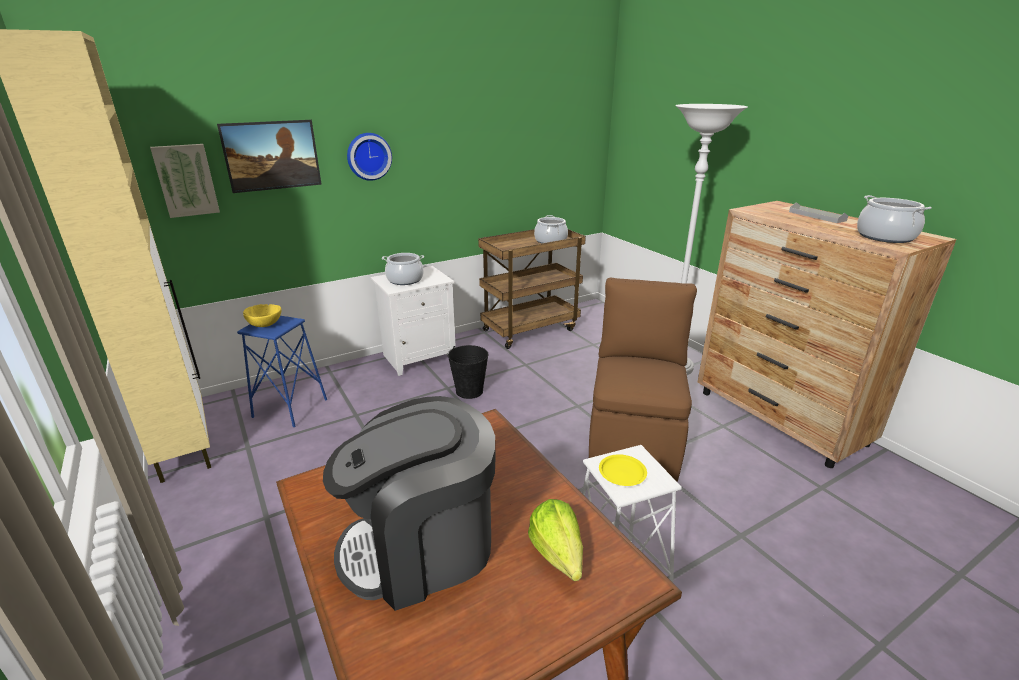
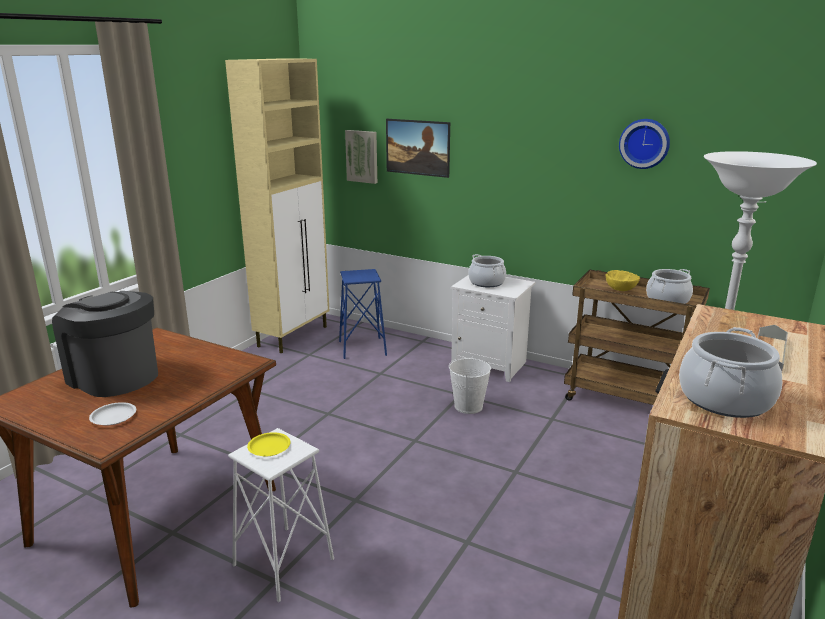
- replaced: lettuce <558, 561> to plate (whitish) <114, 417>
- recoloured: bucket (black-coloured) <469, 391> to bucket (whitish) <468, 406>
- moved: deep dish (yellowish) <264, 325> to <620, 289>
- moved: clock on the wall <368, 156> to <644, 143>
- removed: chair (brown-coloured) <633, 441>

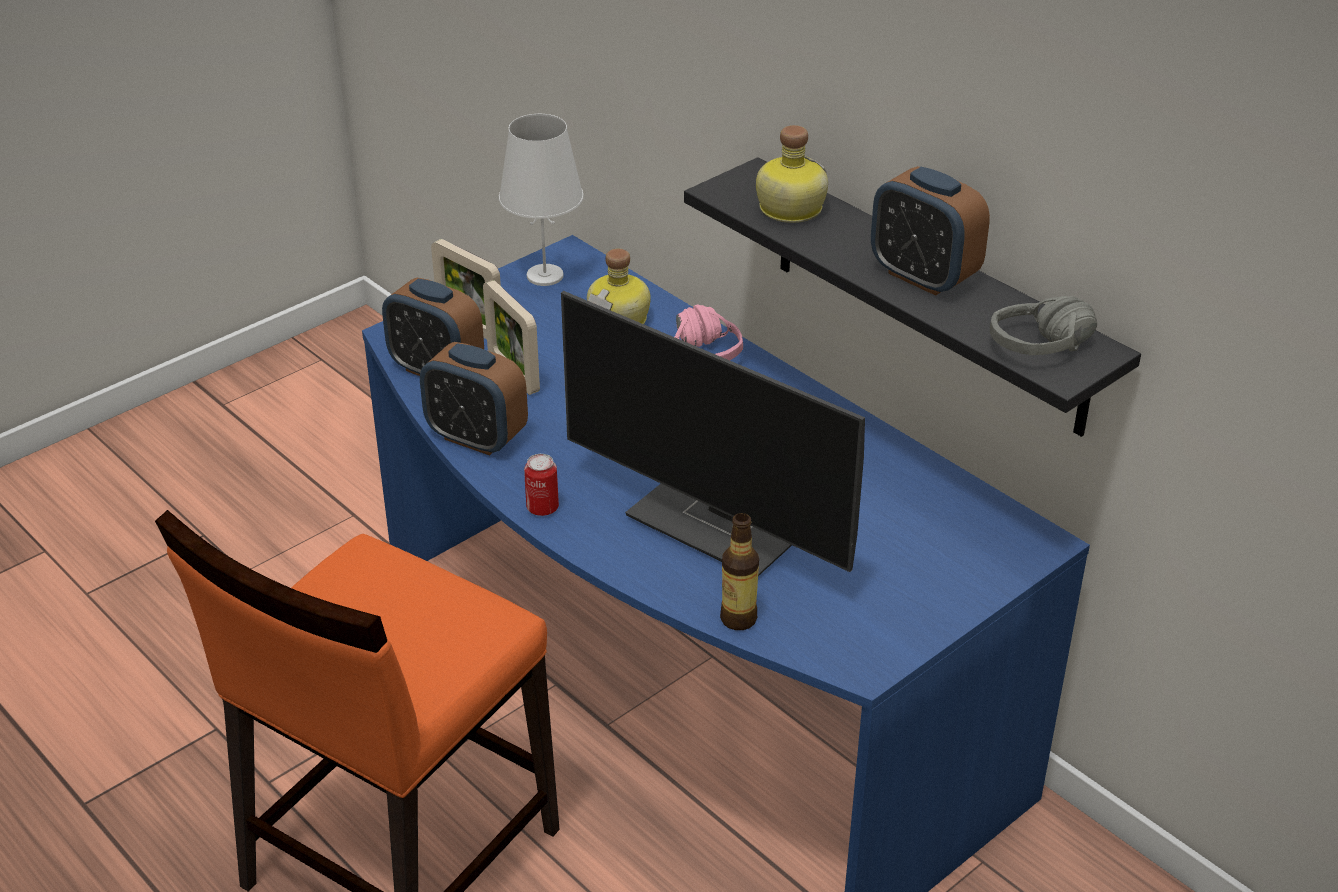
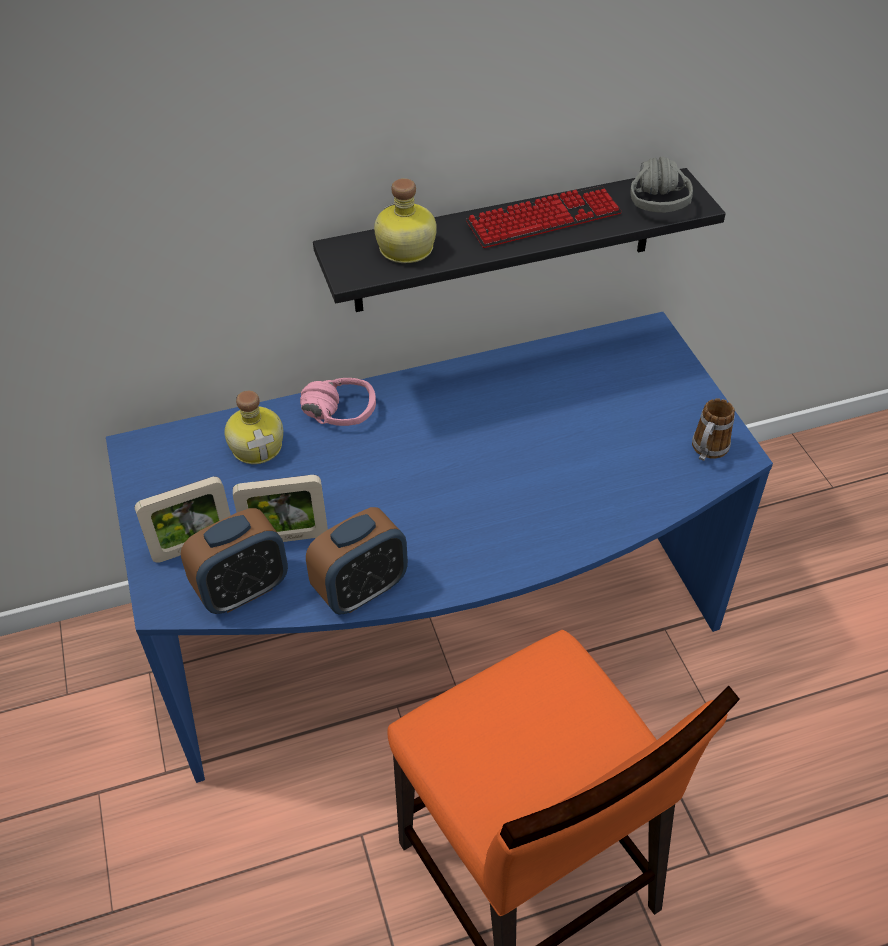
- replaced: alarm clock <923, 276> to computer keyboard <544, 219>
- added: tea mug <707, 451>
- removed: tabletop lamp (whitish) <545, 275>
- removed: can <542, 508>
- removed: computer display <723, 524>
- removed: beverage bottle <738, 619>

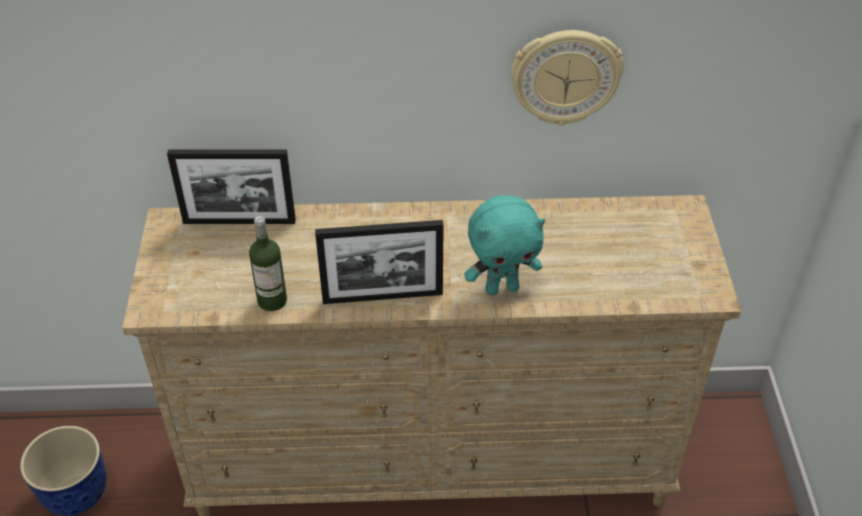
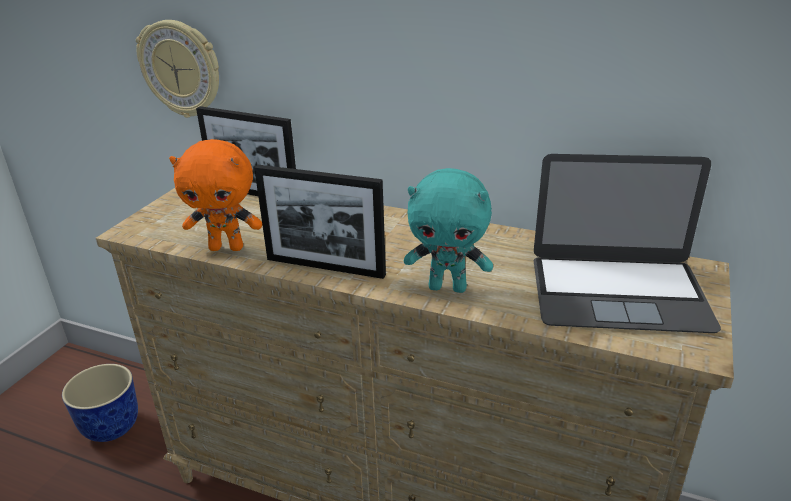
- moved: clock on the wall <565, 76> to <181, 69>
- replaced: beverage bottle <272, 300> to plush toy (orange) <227, 247>
- added: laptop <618, 292>

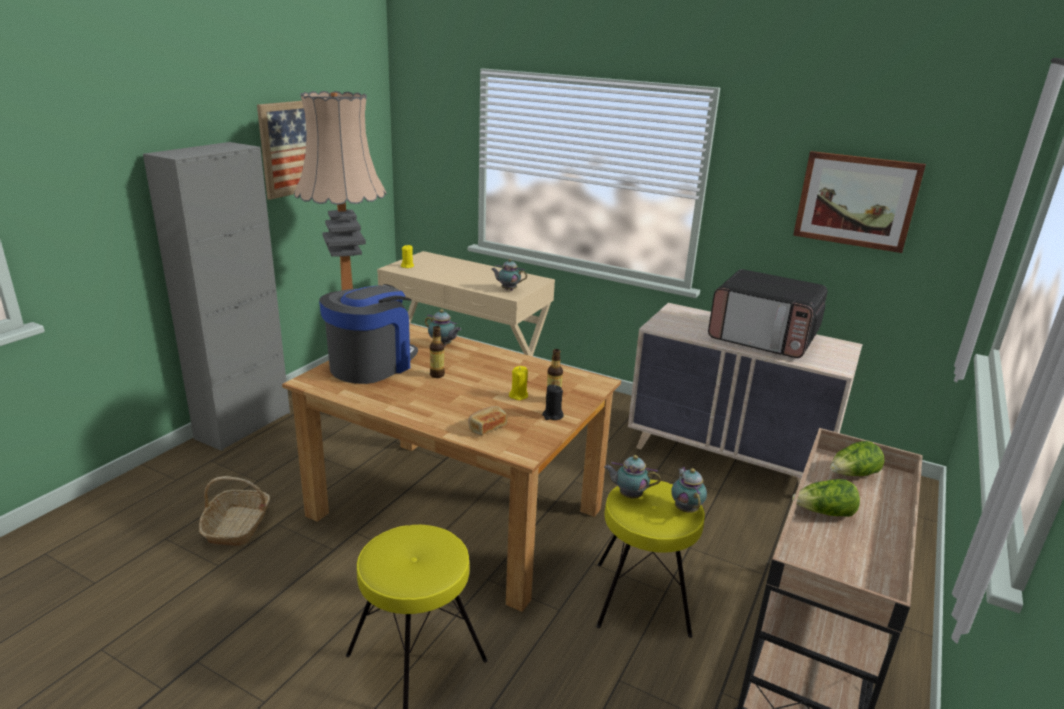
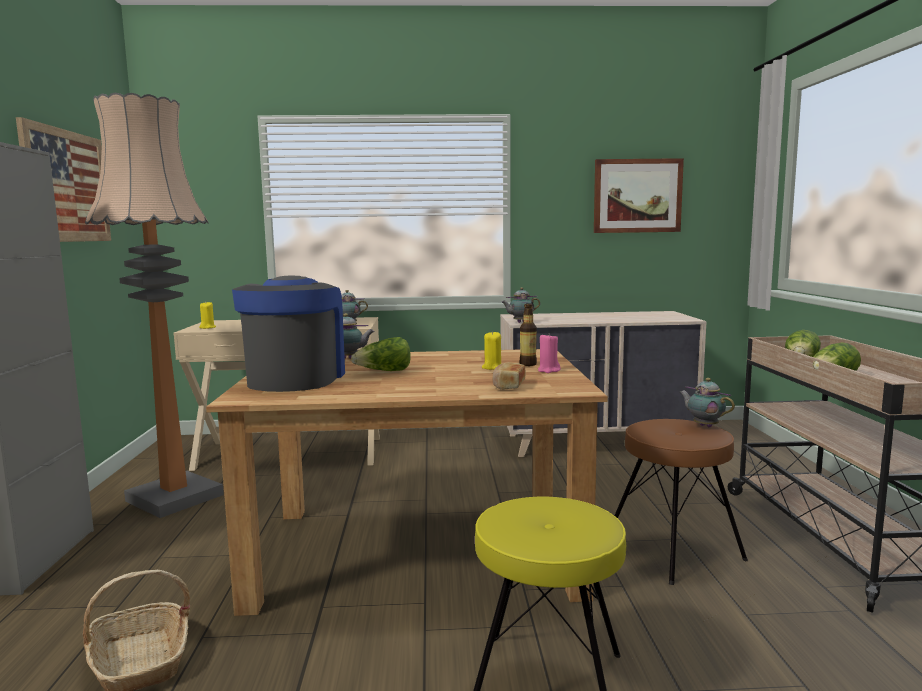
- replaced: beverage bottle <437, 375> to lettuce <384, 372>
- moved: tea pot <628, 495> to <520, 322>
- recoloured: wax light (black-coloured) <552, 416> to wax light (pink) <548, 370>
- recoloured: sitting stool (yellowish) <642, 599> to sitting stool (brown-coloured) <674, 550>
- removed: kitchen microwave <763, 338>

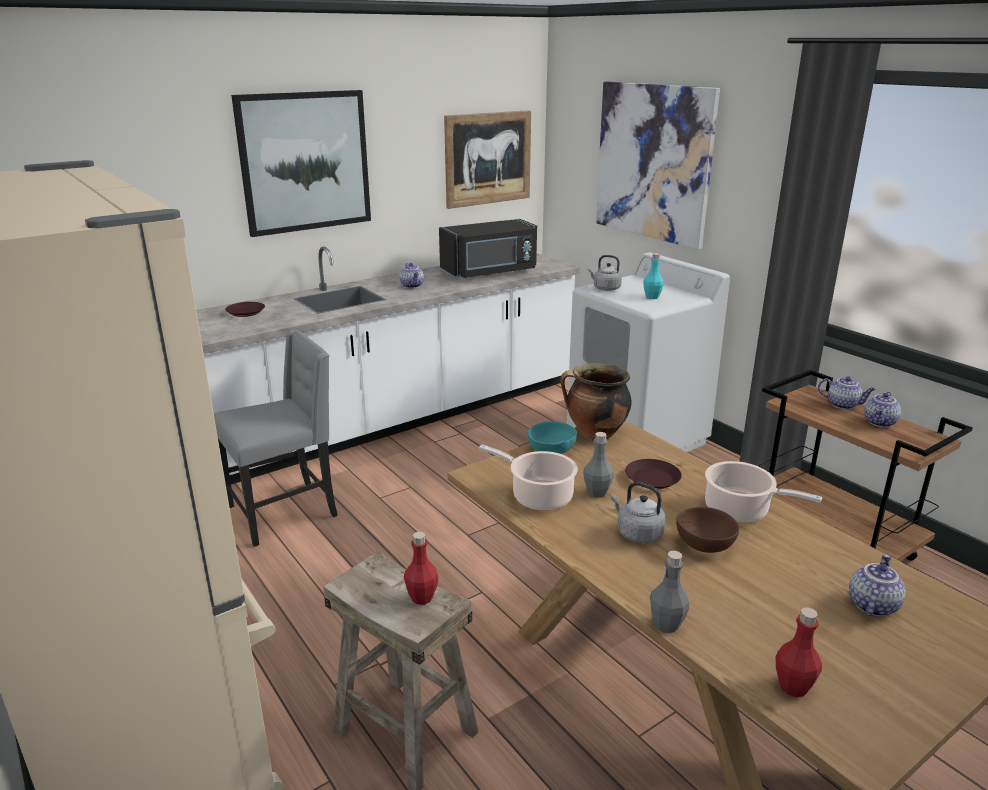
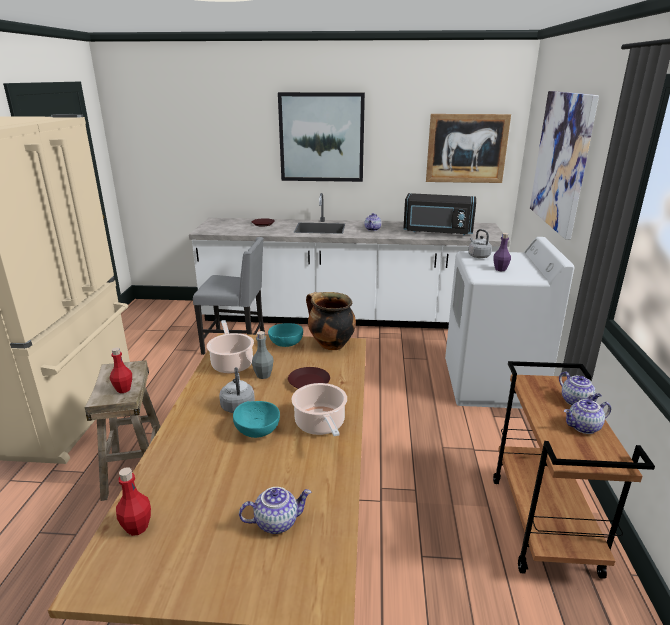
- recoloured: deep dish (brown-coloured) <703, 545> to deep dish (turquoise-coloured) <257, 430>
- recoloured: beverage bottle (turquoise-coloured) <652, 297> to beverage bottle (purplish) <500, 269>
- removed: beverage bottle (gray) <666, 624>

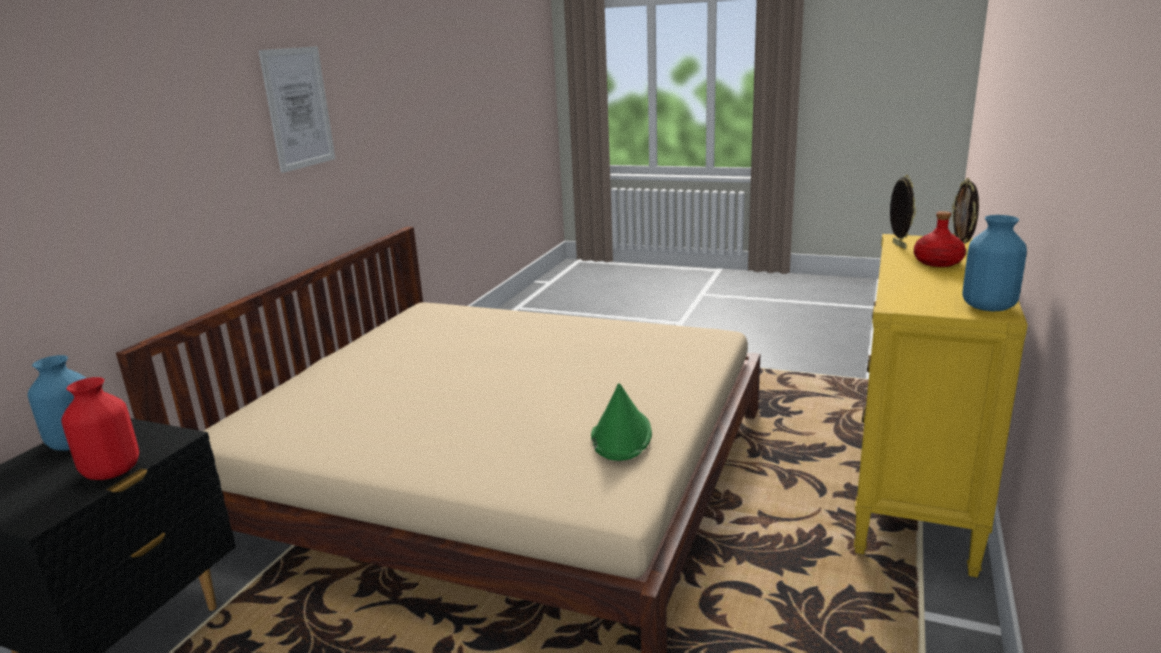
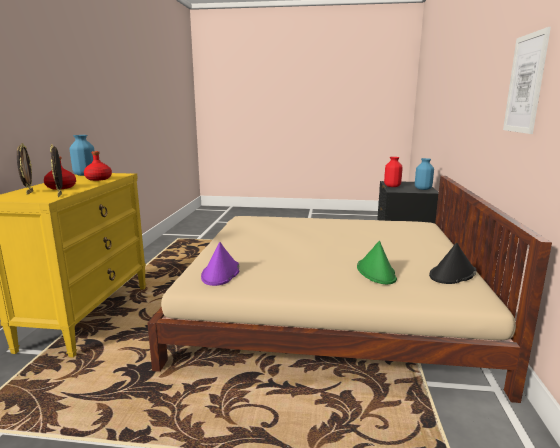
- added: beverage bottle (red-coloured) <99, 179>
- added: clothing hat (purplish) <221, 273>
- moved: clothing hat (green-coloured) <621, 435> to <376, 272>
- added: clothing hat (black-coloured) <452, 274>

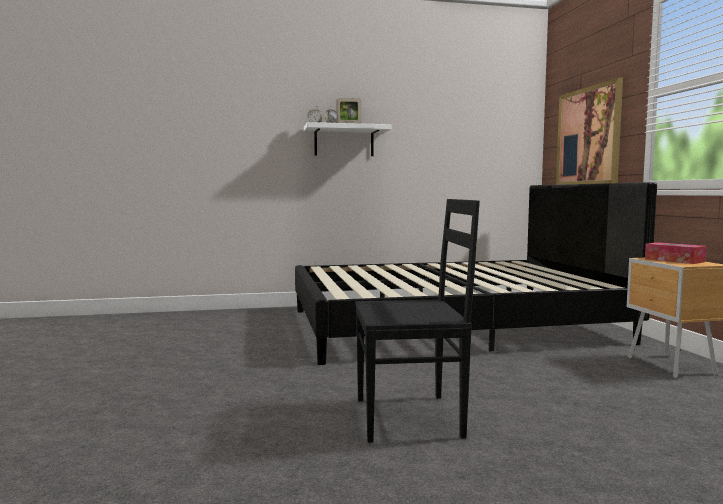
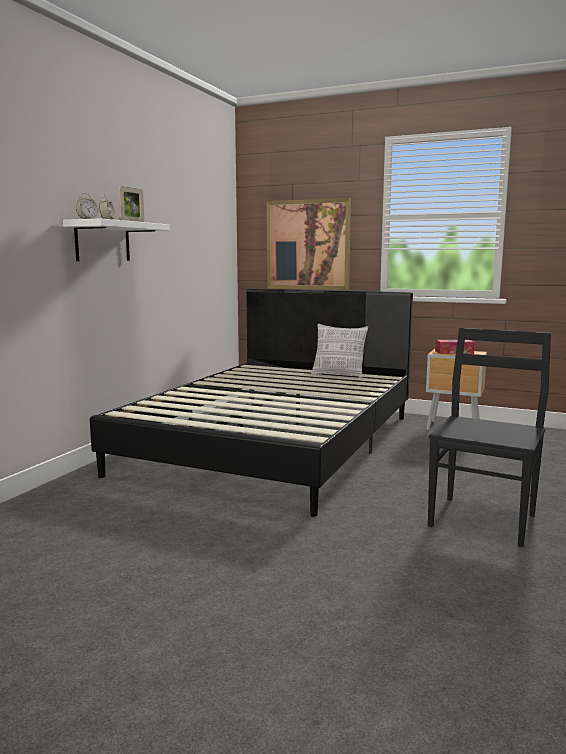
- added: pillow <339, 375>

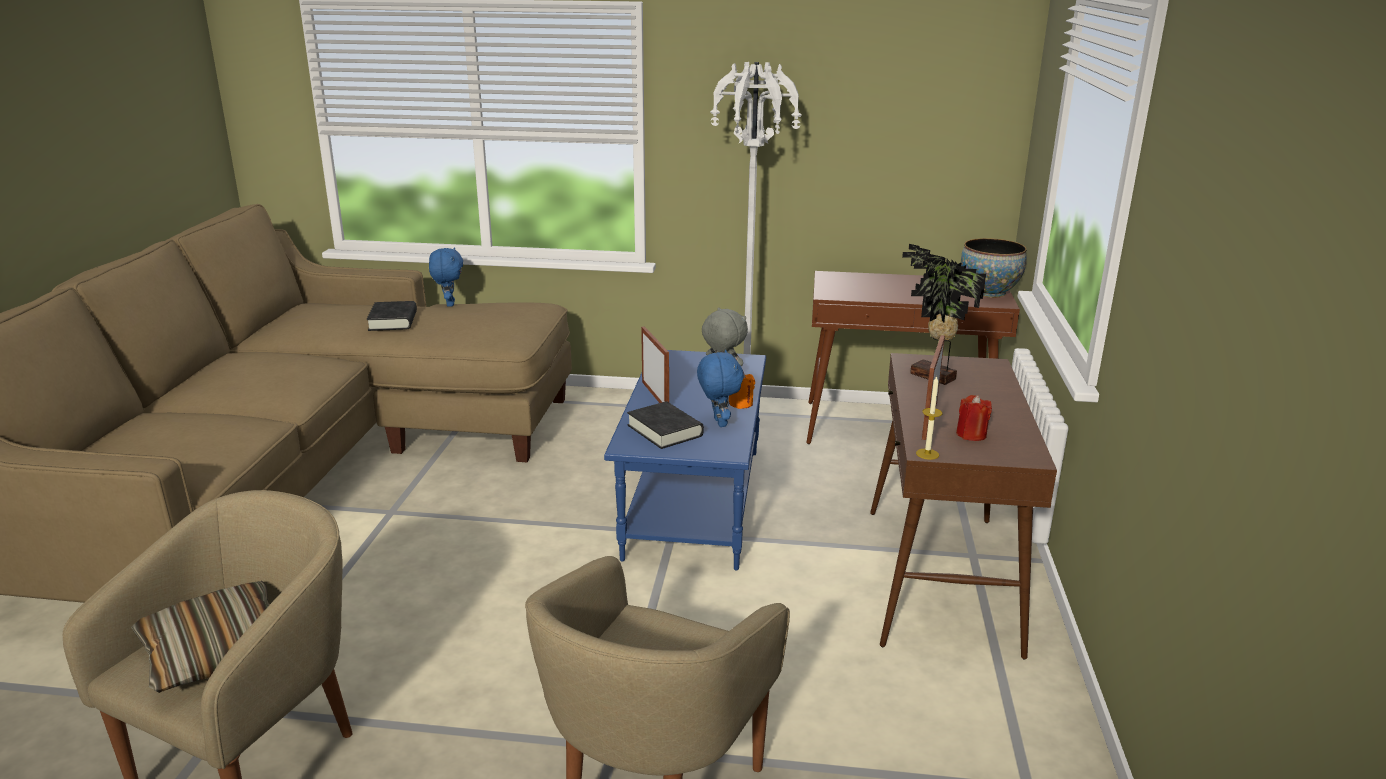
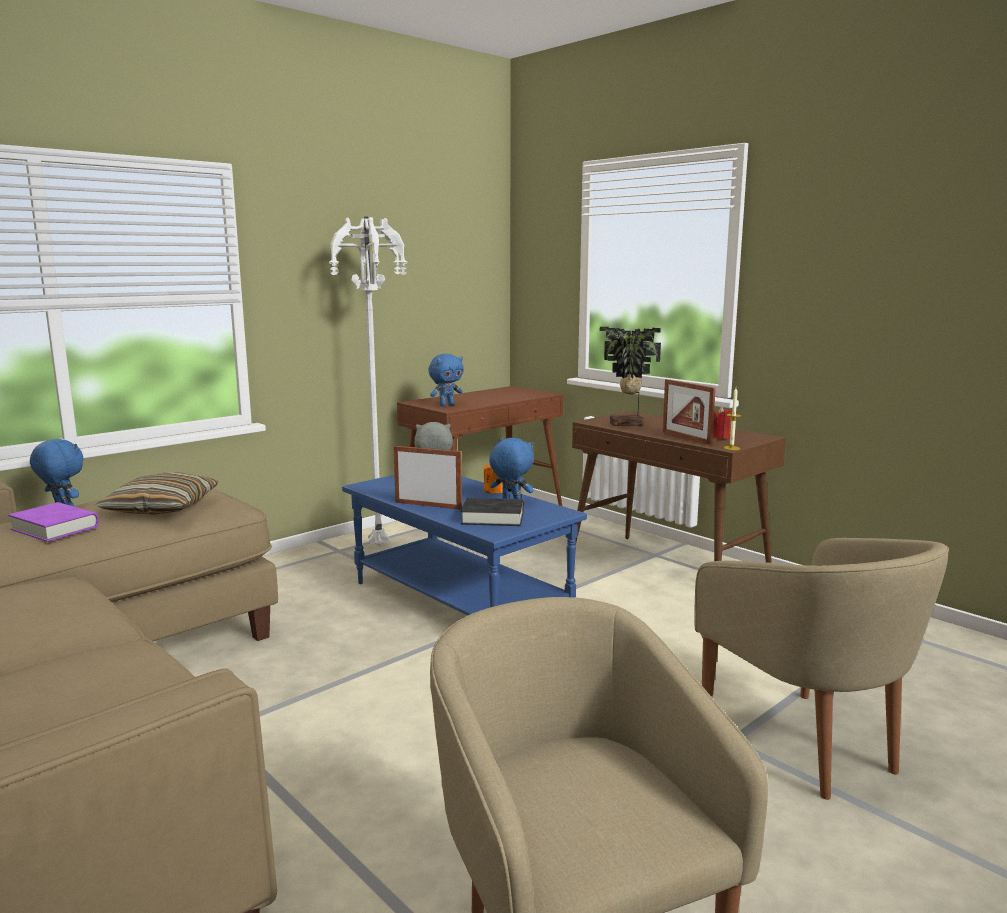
- recoloured: book (black-coloured) <393, 321> to book (purplish) <55, 528>
- moved: pillow <216, 651> to <162, 507>
- added: plush toy (blue-coloured) <446, 405>
- removed: deep dish <988, 292>

